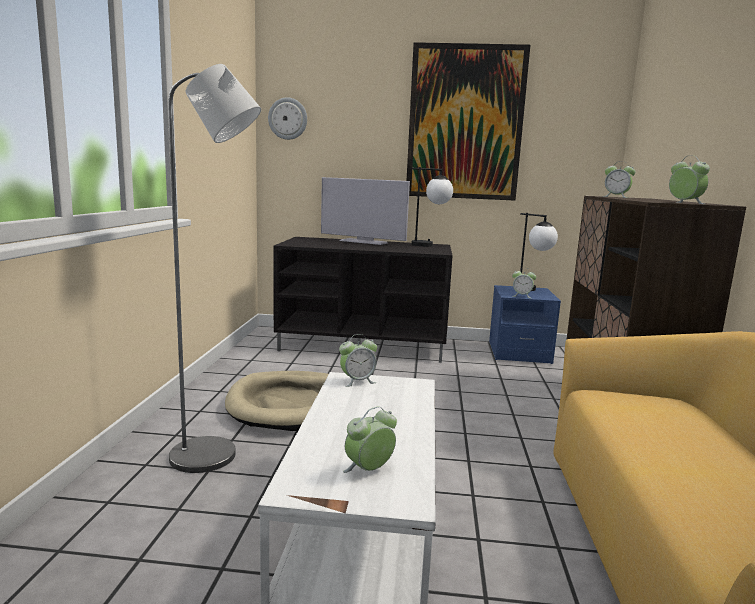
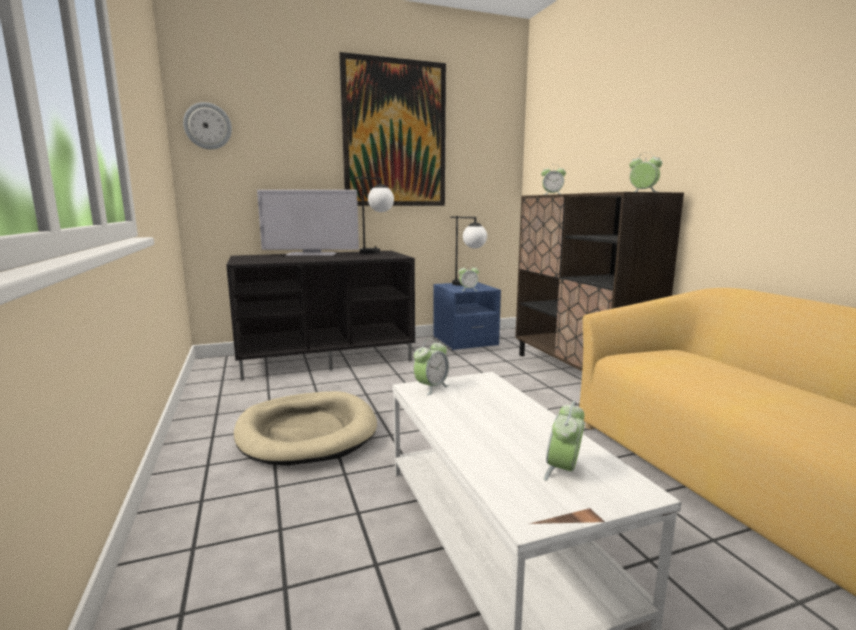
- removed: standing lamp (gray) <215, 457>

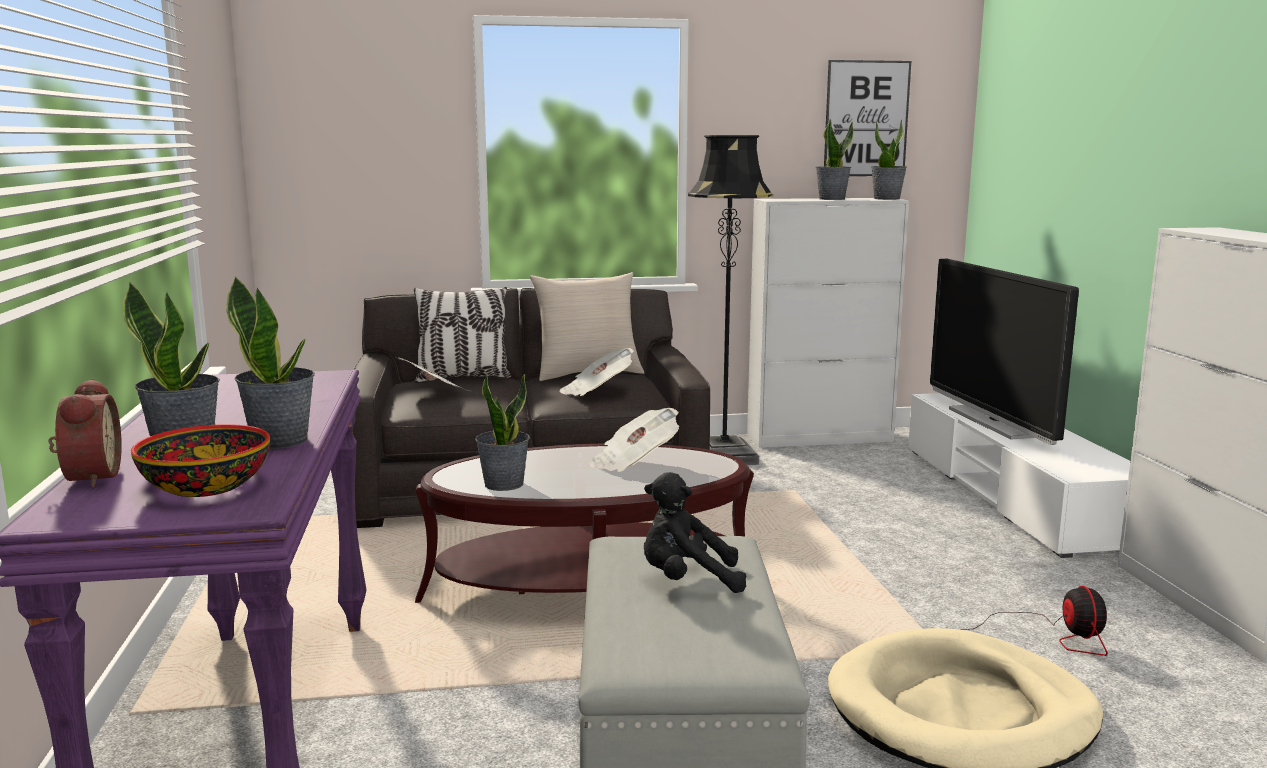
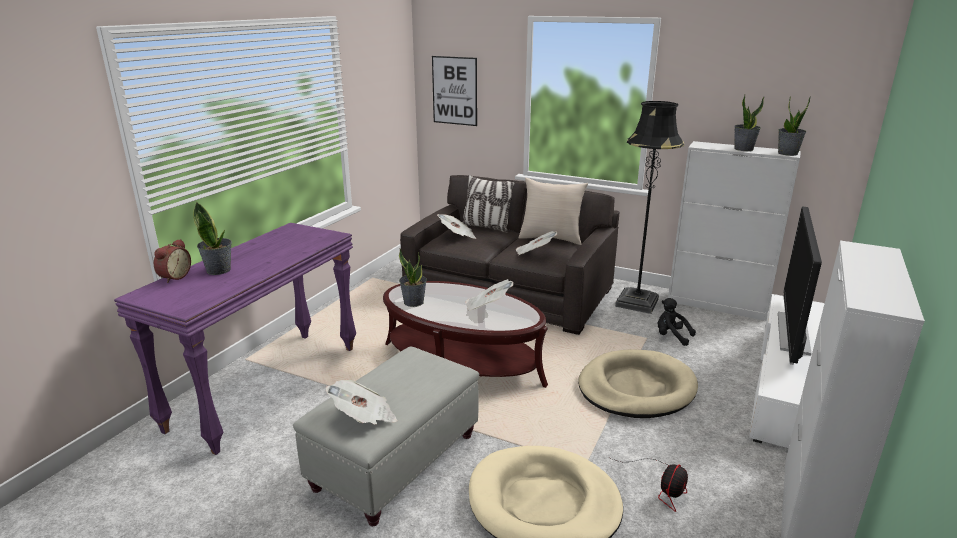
- added: newspaper <364, 417>
- moved: wall art <866, 119> to <454, 91>
- added: dog bed (sand-coloured) <636, 388>
- moved: plush toy (black-coloured) <687, 581> to <671, 336>
- removed: deep dish <207, 487>
- removed: houseplant <280, 441>

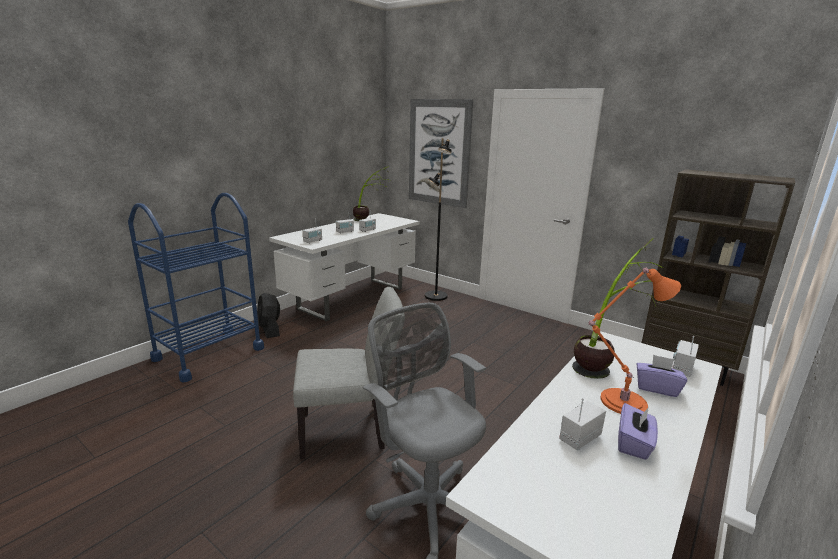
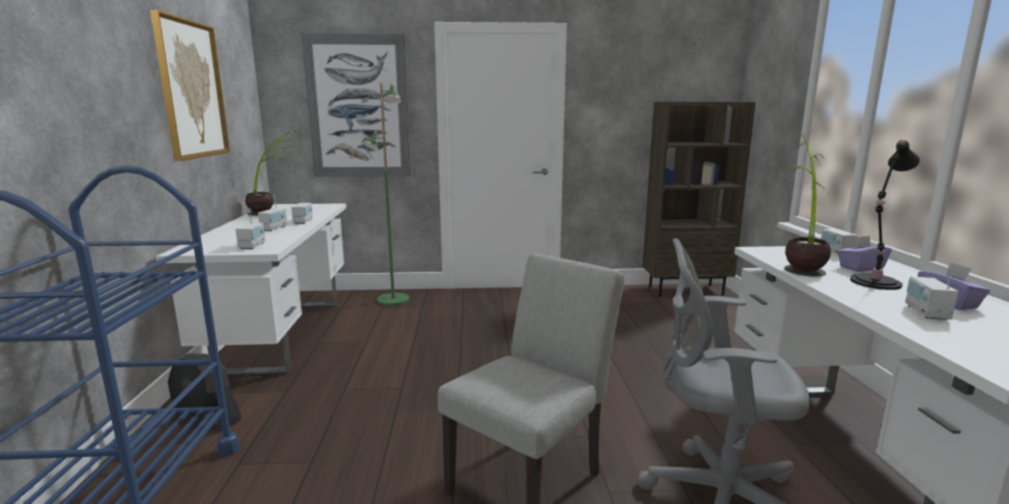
- added: wall art <191, 90>
- recoloured: standing lamp (black-coloured) <435, 296> to standing lamp (green-coloured) <393, 300>
- recoloured: tabletop lamp (orange) <619, 402> to tabletop lamp (black-coloured) <874, 283>

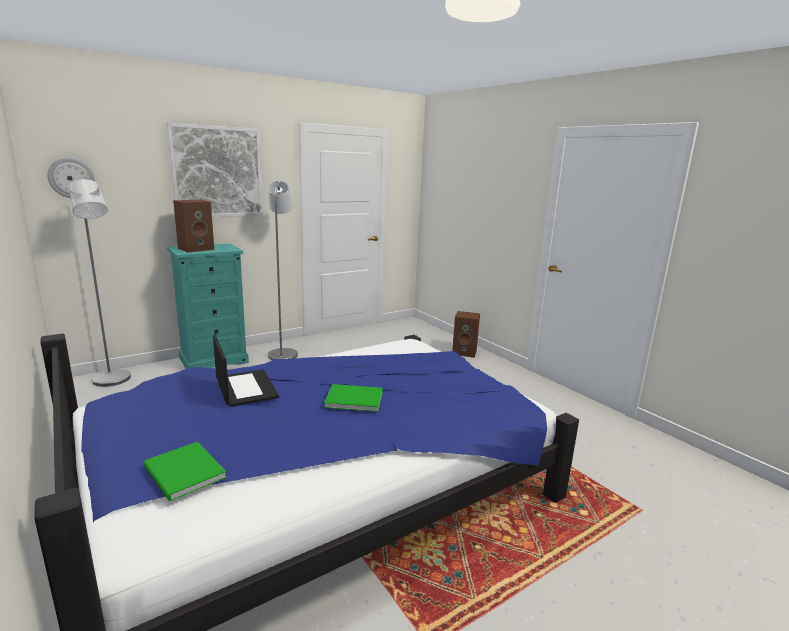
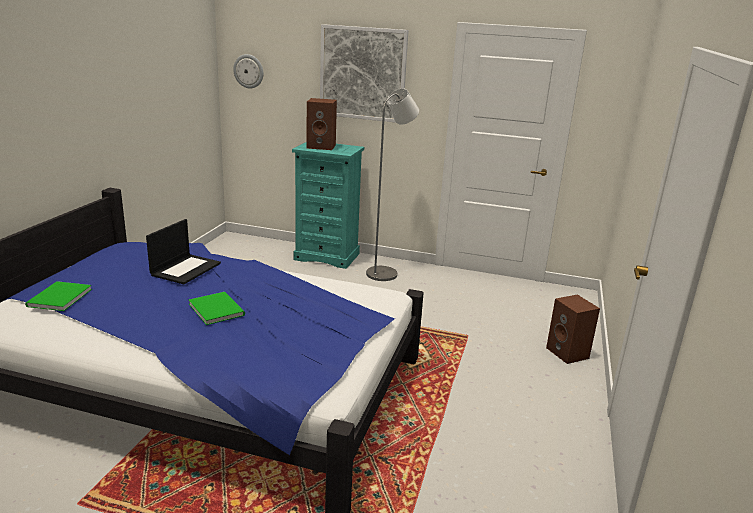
- removed: standing lamp (gray) <113, 381>

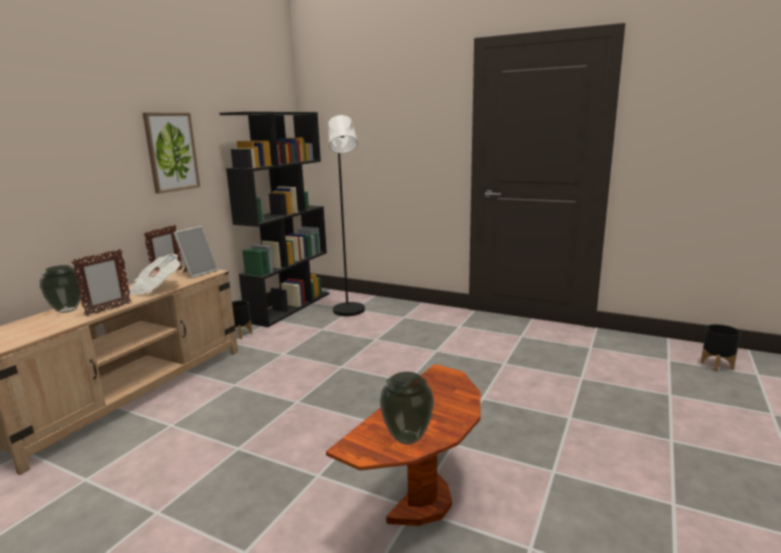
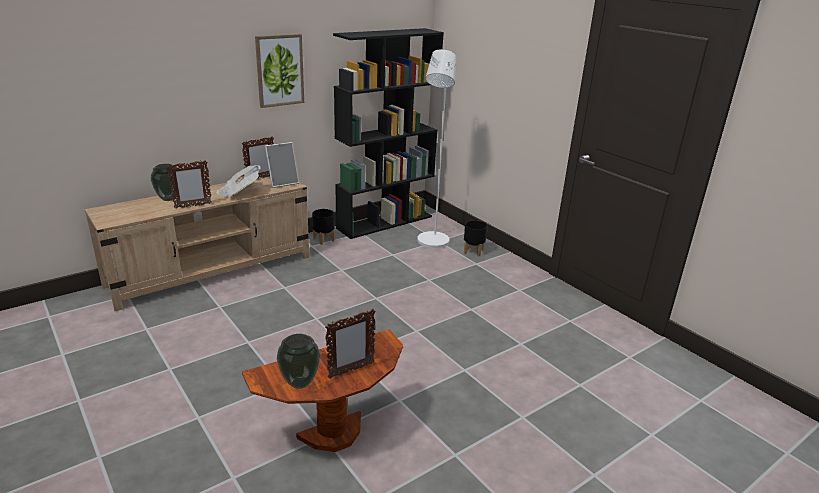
- added: picture frame <350, 370>
- recoloured: standing lamp (black-coloured) <350, 312> to standing lamp (whitish) <432, 243>
- moved: flower pot (black-coloured) <716, 365> to <473, 251>

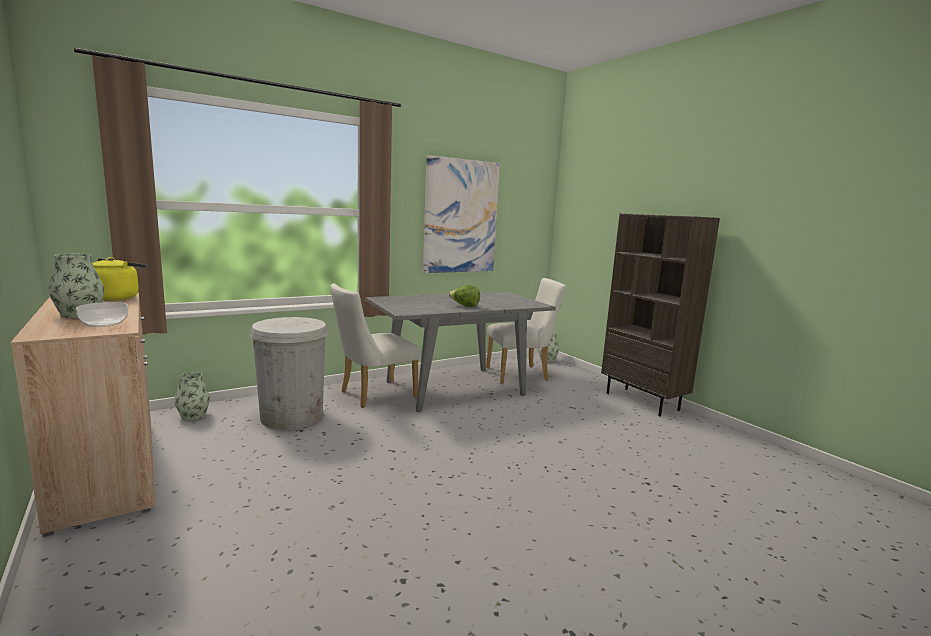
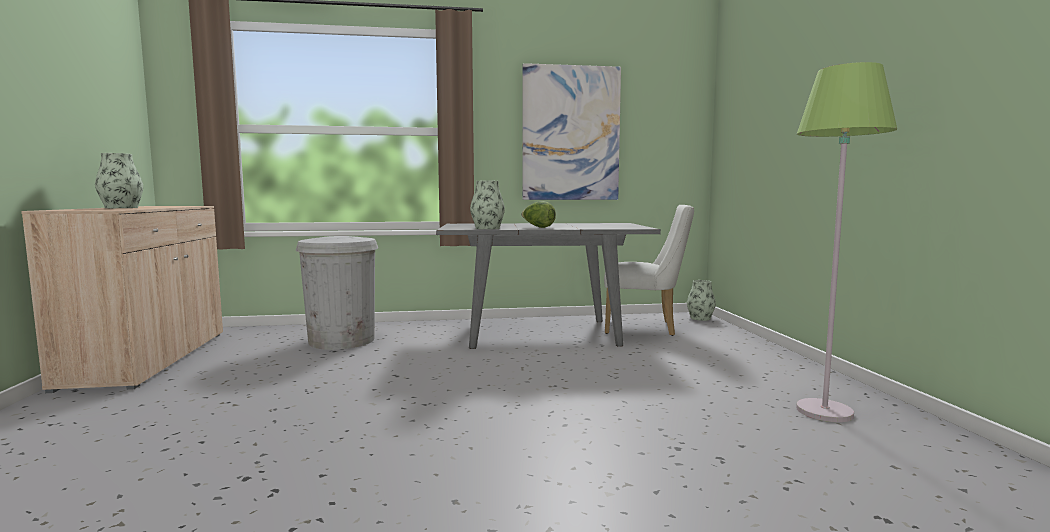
- moved: decorative vase <193, 415> to <487, 228>
- added: standing lamp (green-coloured) <824, 412>
- removed: deep dish <104, 323>
- removed: water kettle (yellowish) <117, 297>
- removed: chair (whitish) <373, 395>
- removed: bookcase (brown-coloured) <643, 401>

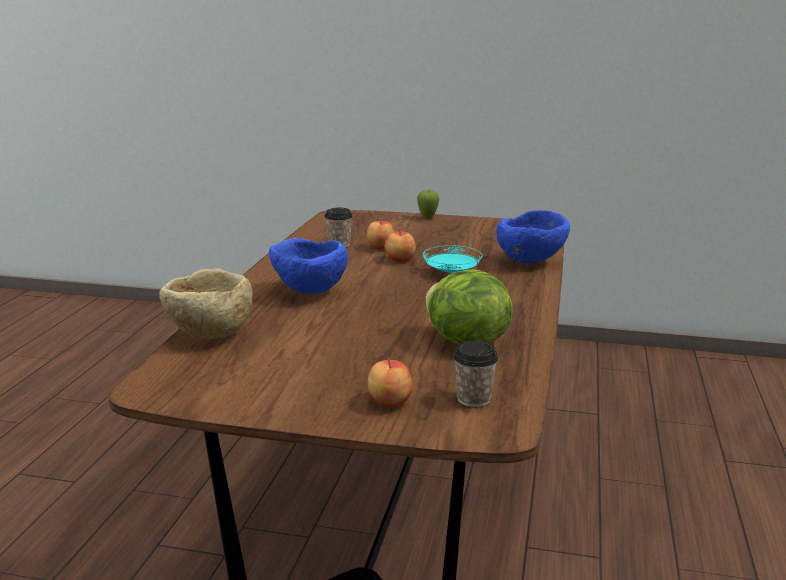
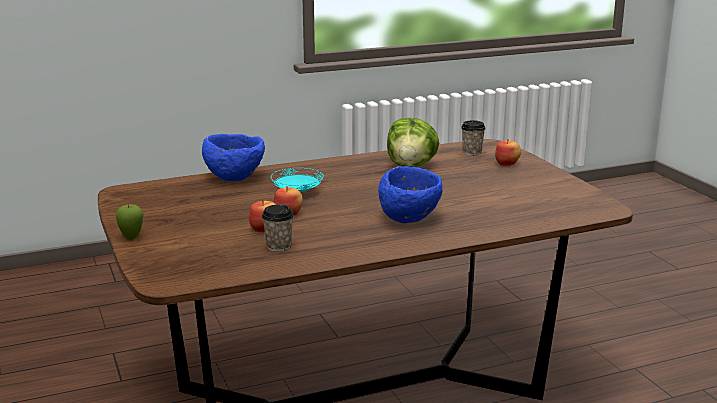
- removed: deep dish (sand-coloured) <210, 334>

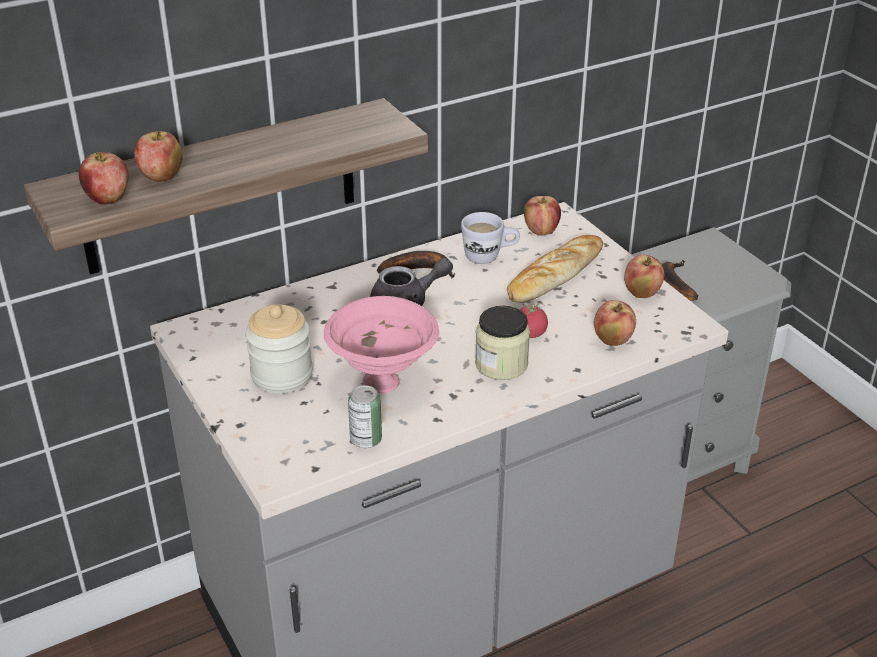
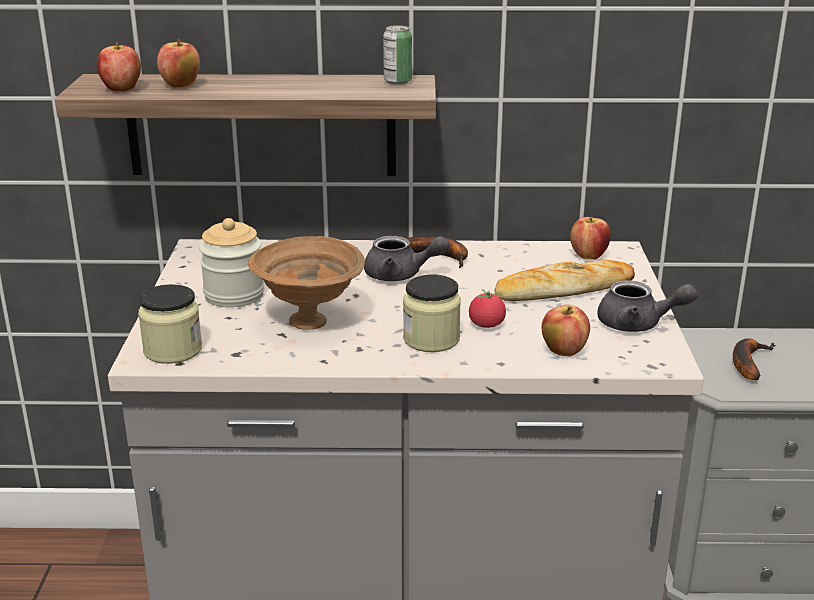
- added: preserve jar <173, 350>
- recoloured: deep dish (pink) <384, 382> to deep dish (brown-coloured) <311, 322>
- moved: can <366, 440> to <397, 81>
- replaced: apple <641, 293> to tea pot (gray) <638, 324>
- removed: tea mug (whitish) <489, 257>

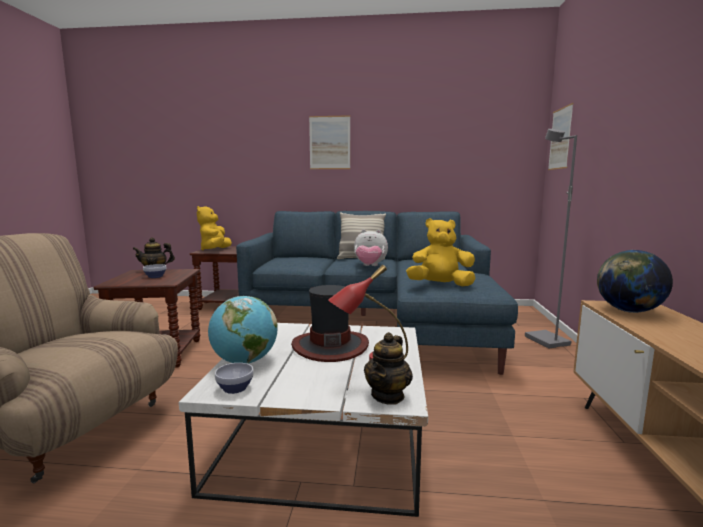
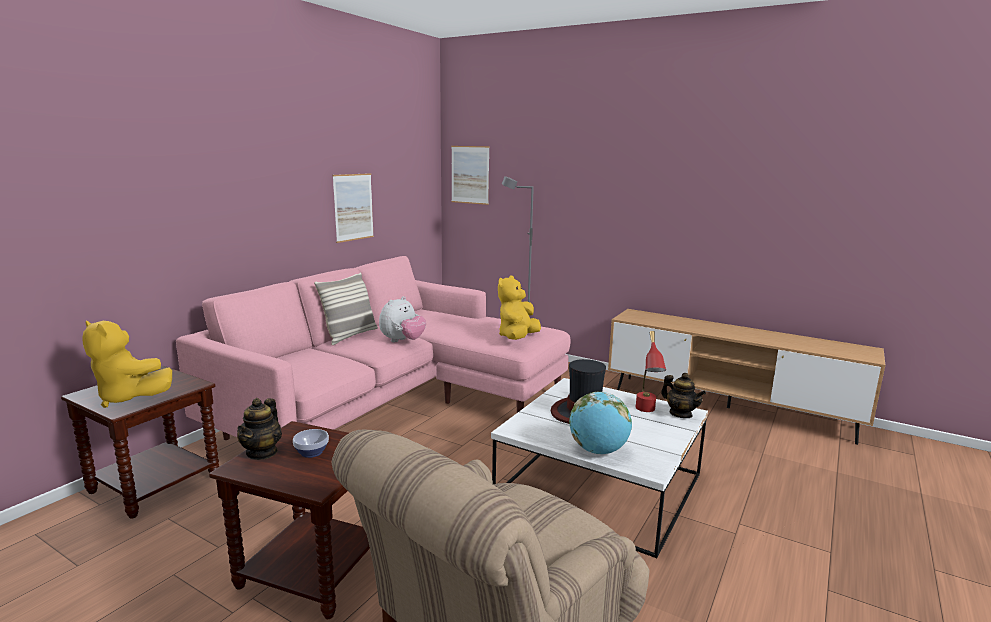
- recoloured: sofa (blue-coloured) <378, 322> to sofa (pink) <393, 404>
- moved: wall art <329, 142> to <353, 207>
- removed: deep dish <236, 388>
- removed: desk globe <628, 311>

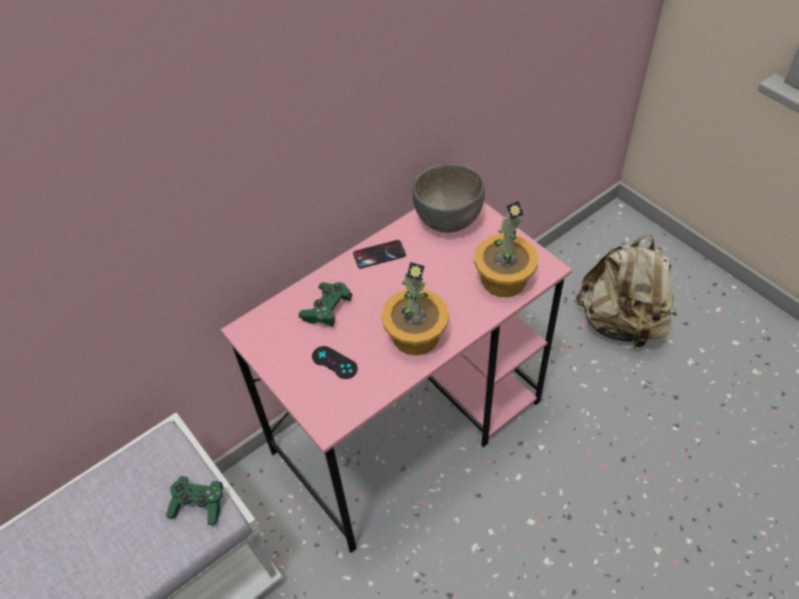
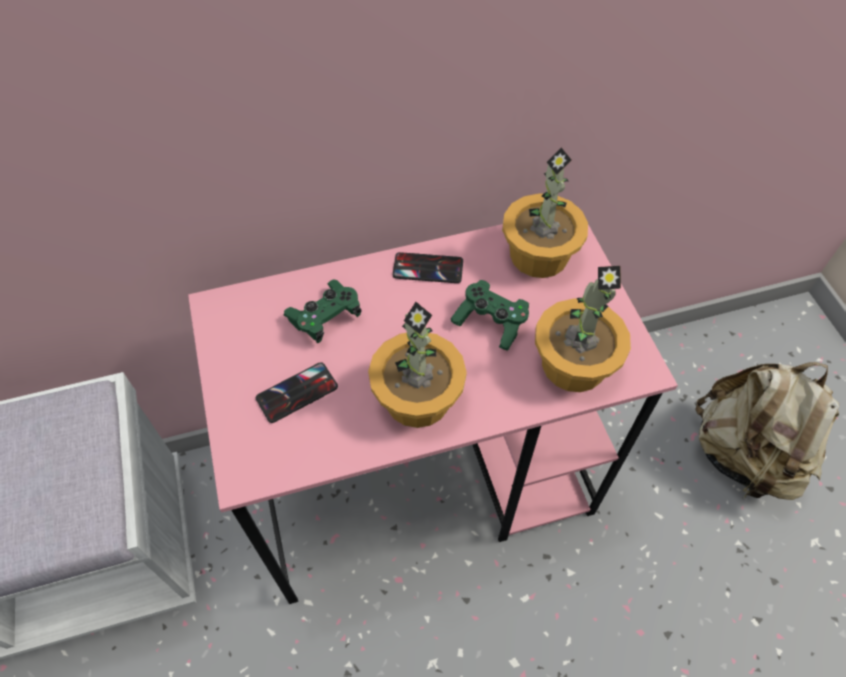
- replaced: game controller (black-coloured) <334, 362> to phone <297, 393>
- moved: game controller (green-coloured) <199, 504> to <490, 322>
- replaced: deep dish (gray) <448, 220> to houseplant <540, 254>

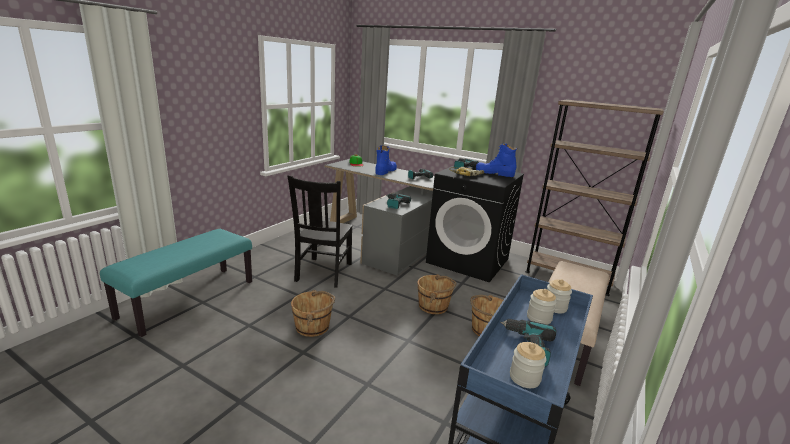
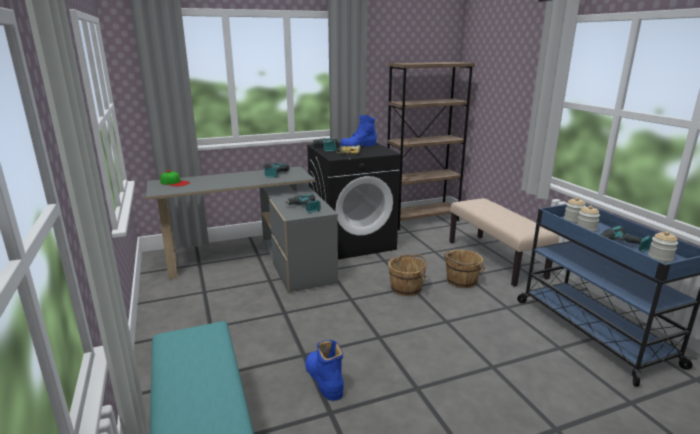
- moved: boot (blue-coloured) <385, 171> to <324, 379>
- removed: chair (black-coloured) <323, 273>
- removed: bucket (brown-coloured) <313, 326>

